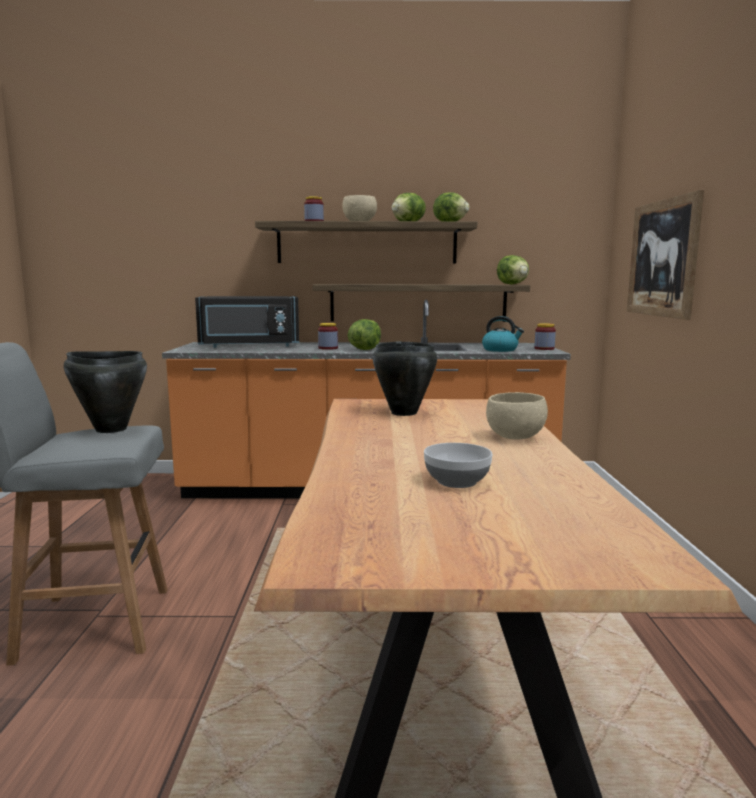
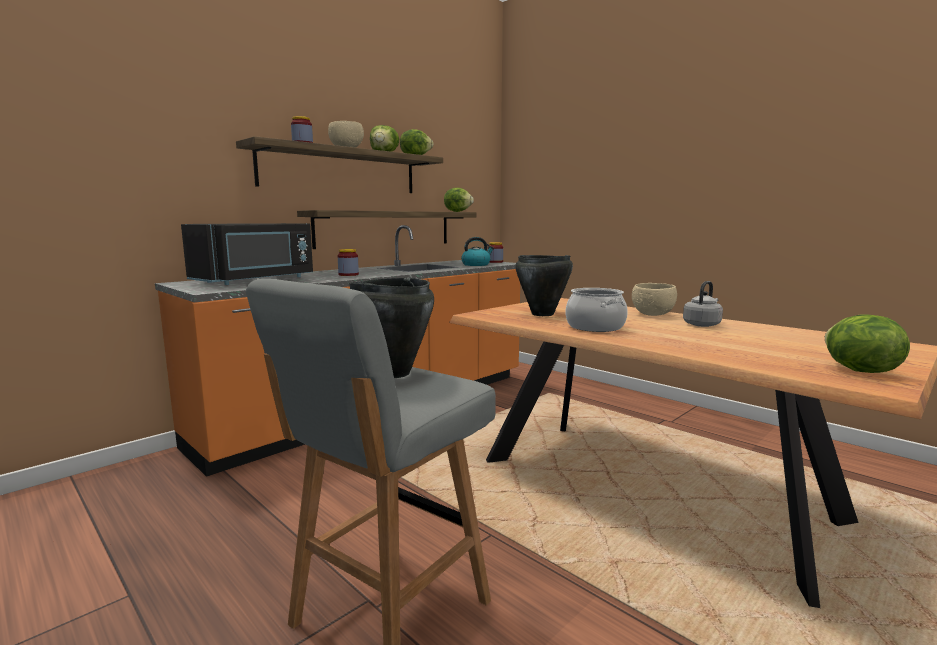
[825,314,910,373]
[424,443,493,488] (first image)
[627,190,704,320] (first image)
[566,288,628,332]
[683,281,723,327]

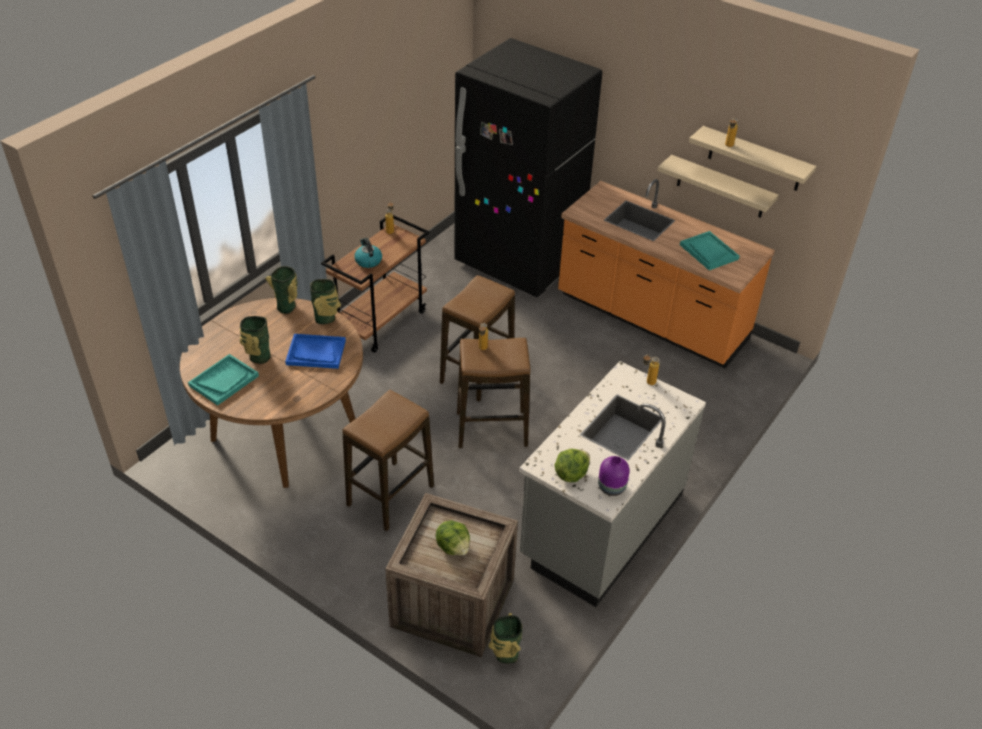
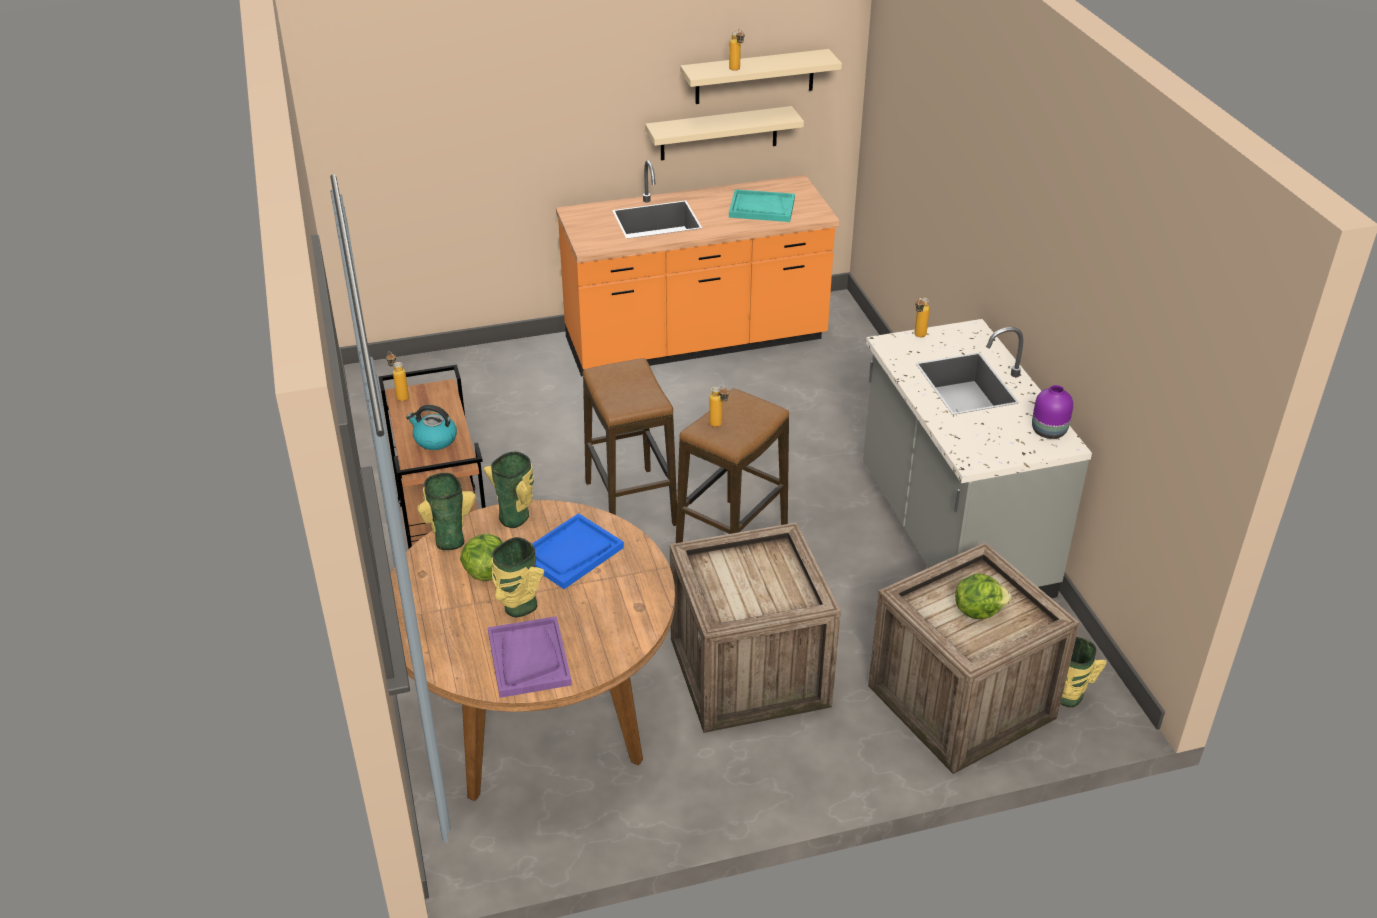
[488,616,572,698]
[670,522,841,733]
[455,38,602,297] (first image)
[460,533,503,581]

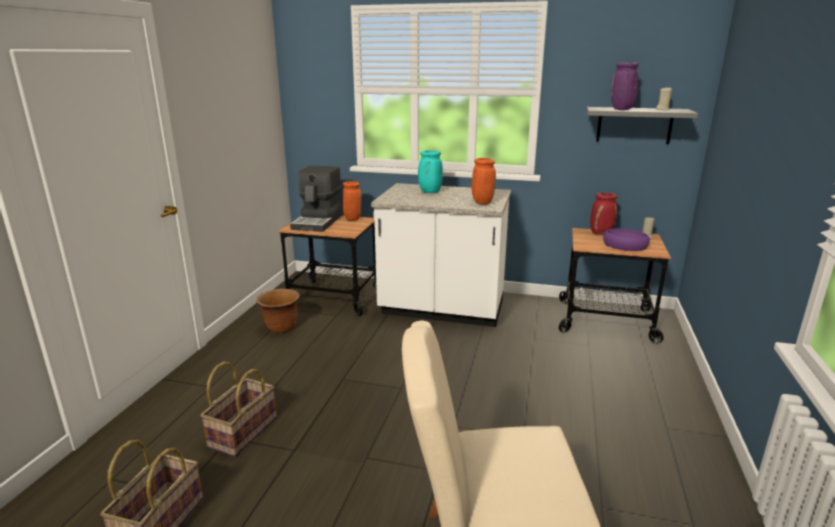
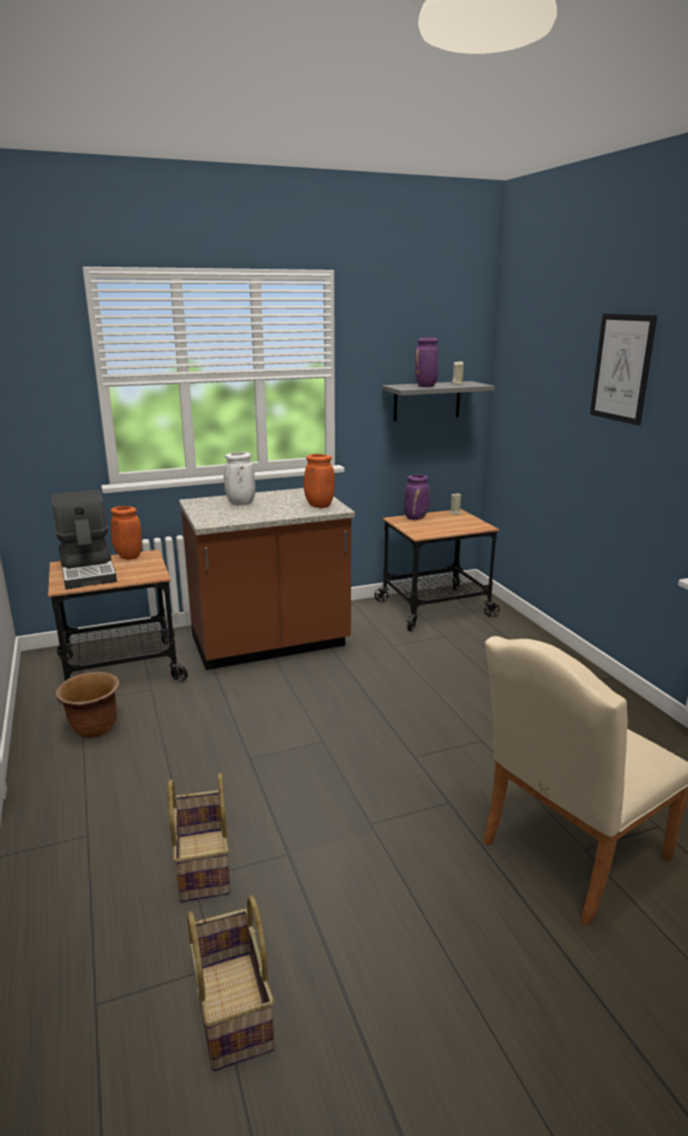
[179,488,355,670]
[224,452,256,505]
[404,474,430,520]
[603,229,650,251] (first image)
[590,314,657,425]

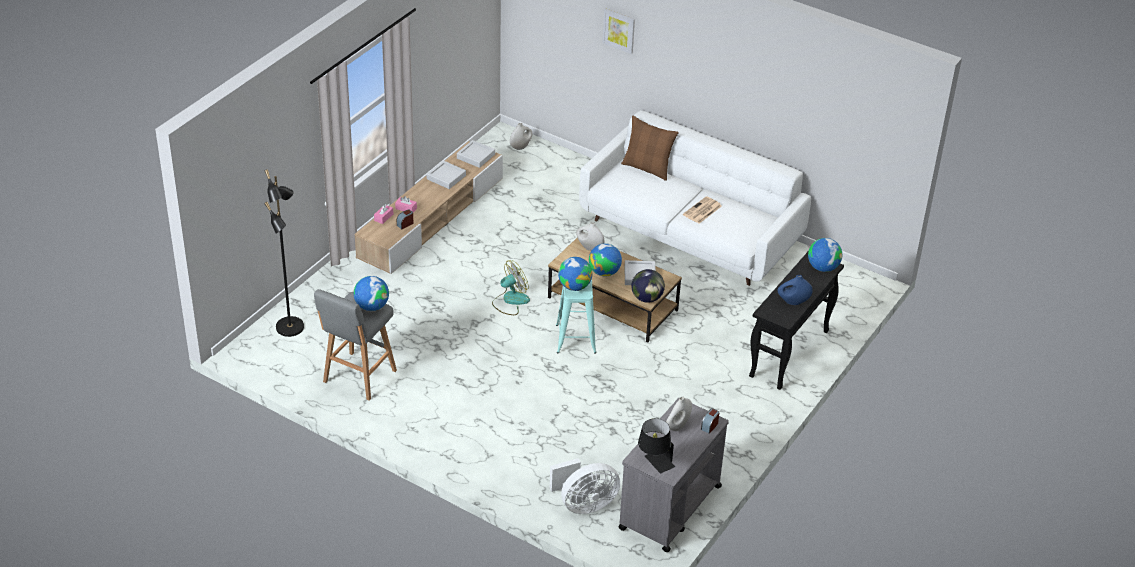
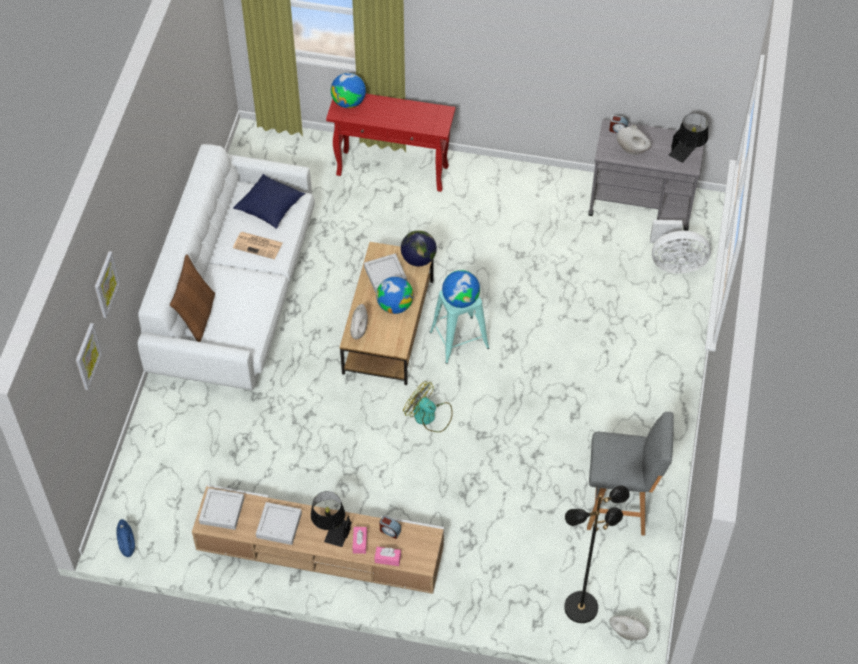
[354,276,389,311] (first image)
[609,616,648,640]
[650,220,711,273]
[326,94,455,192]
[116,519,135,557]
[76,323,102,390]
[233,174,305,229]
[311,491,352,547]

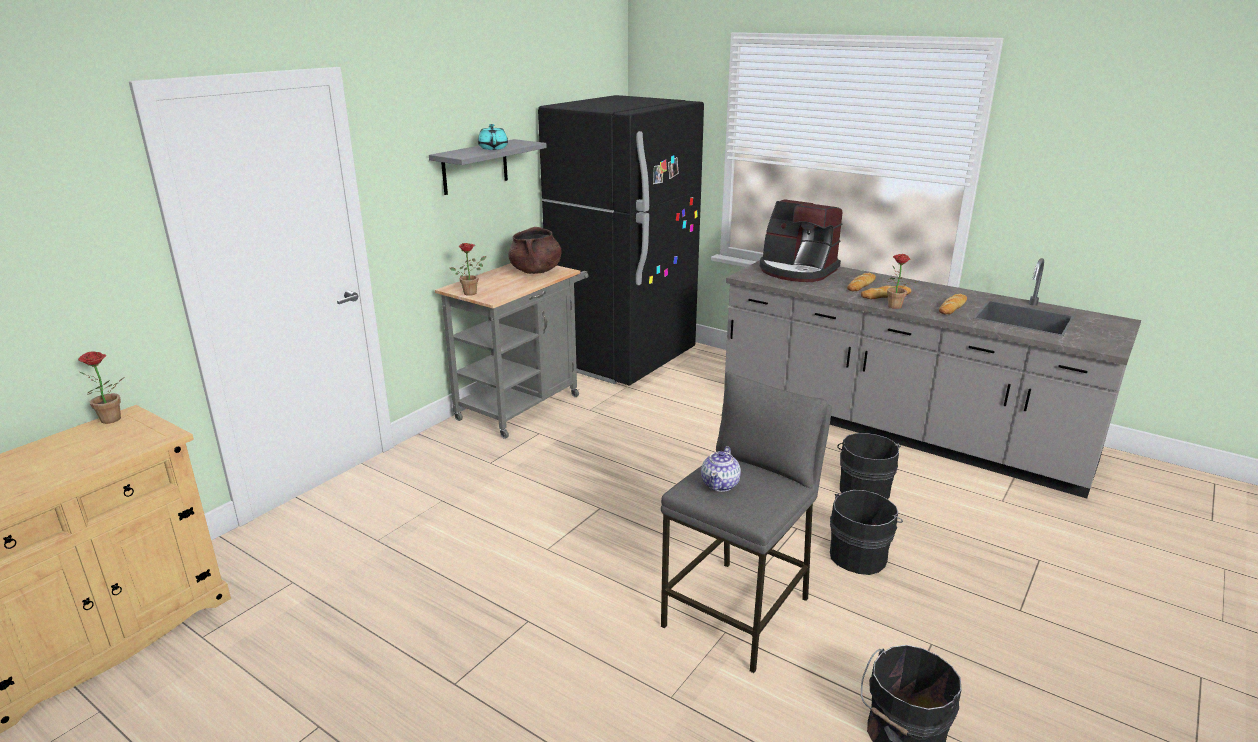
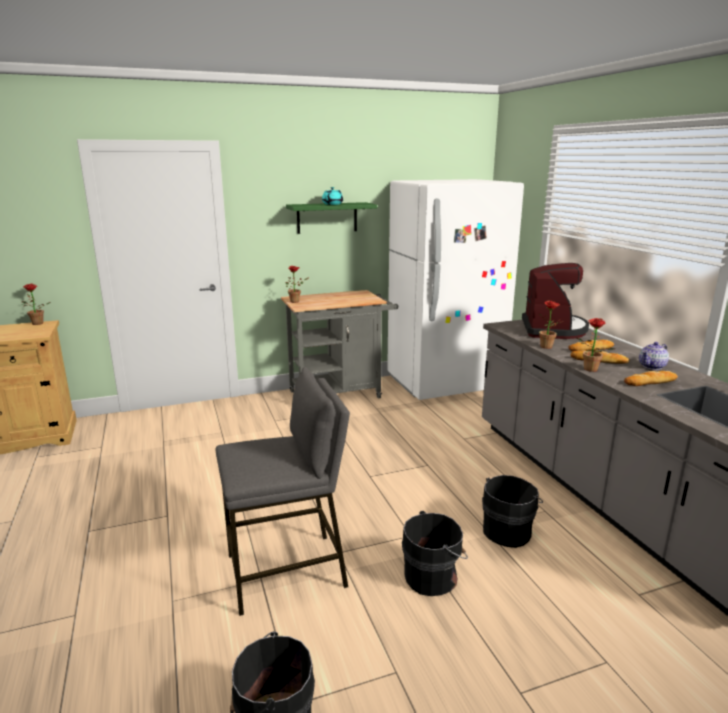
[286,202,377,234]
[508,227,562,274] (first image)
[387,179,524,400]
[639,342,669,370]
[522,263,589,339]
[539,301,564,349]

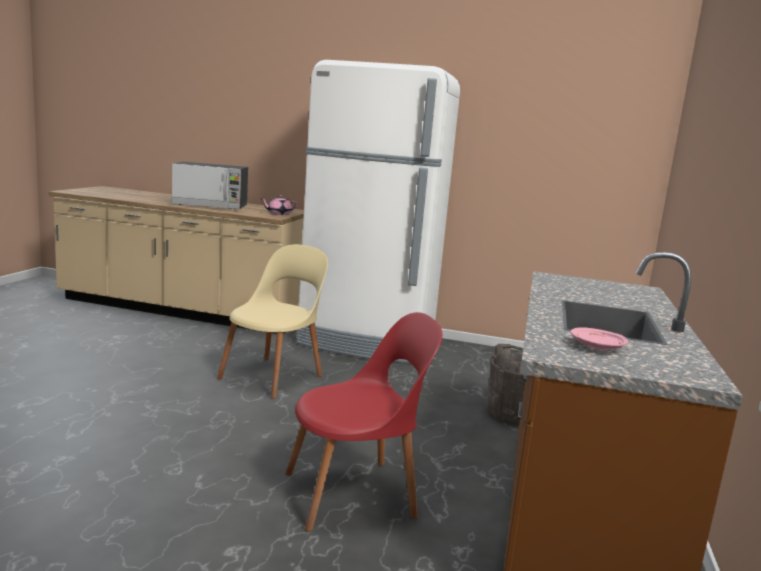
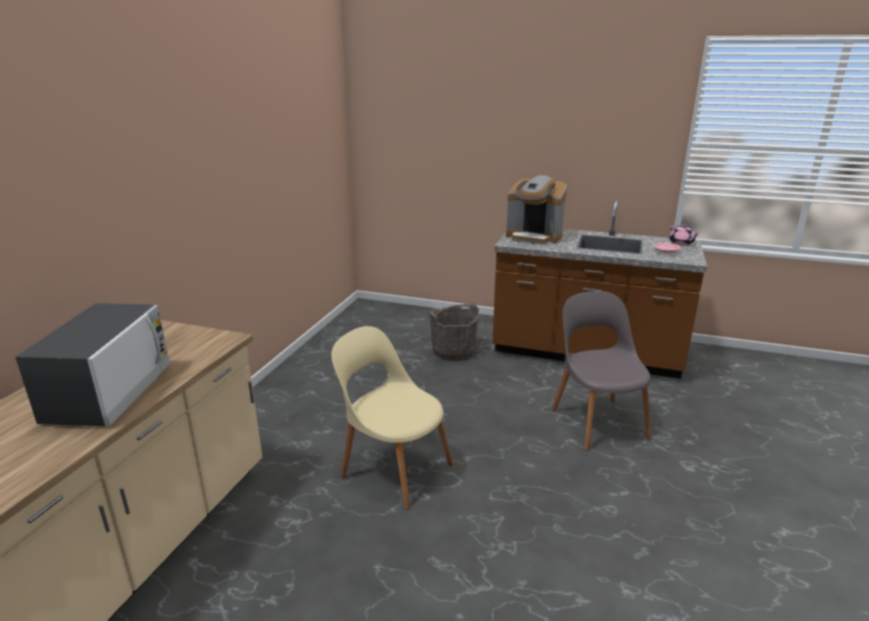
[669,224,698,245]
[552,291,651,451]
[297,60,460,363] (first image)
[506,175,567,245]

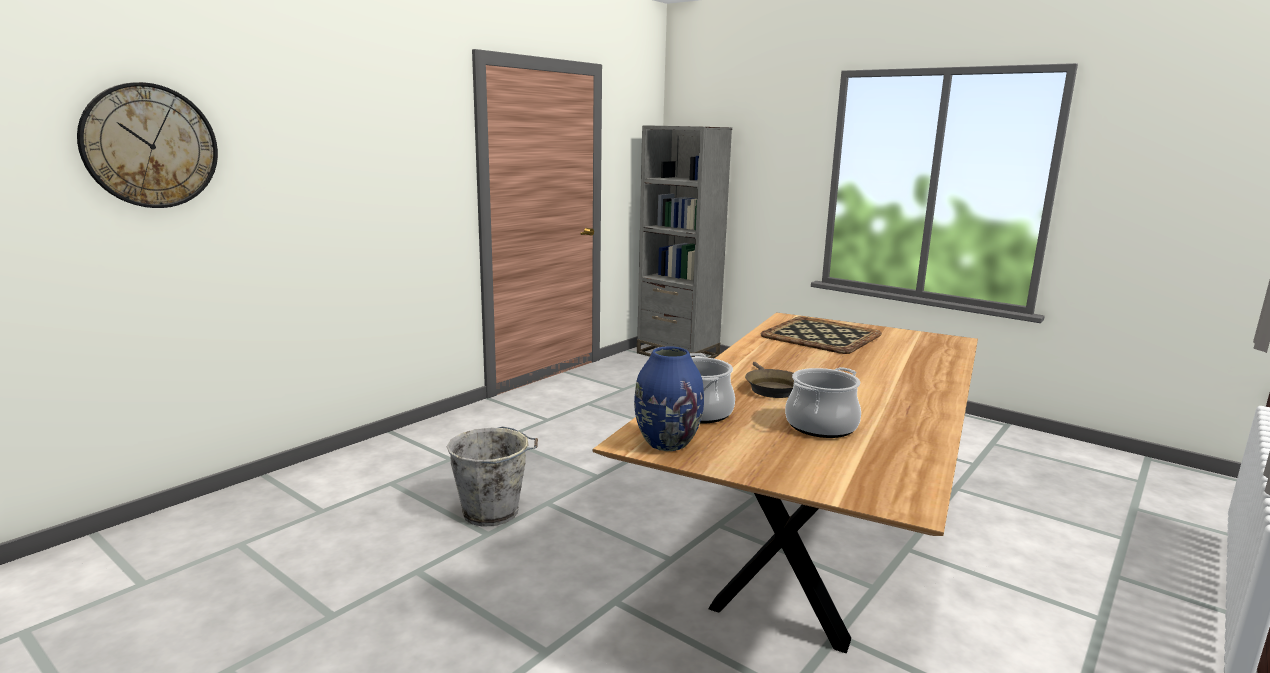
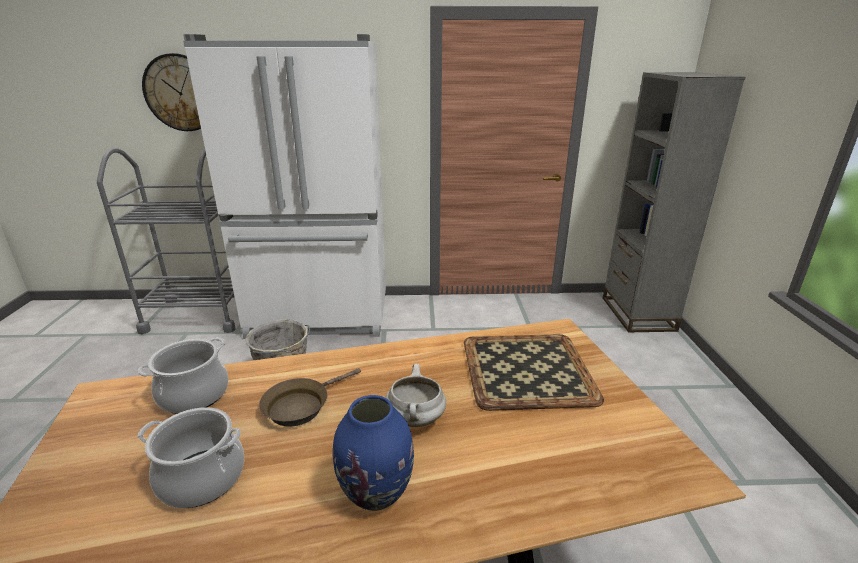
[333,395,414,511]
[97,148,235,334]
[183,34,386,339]
[385,364,446,427]

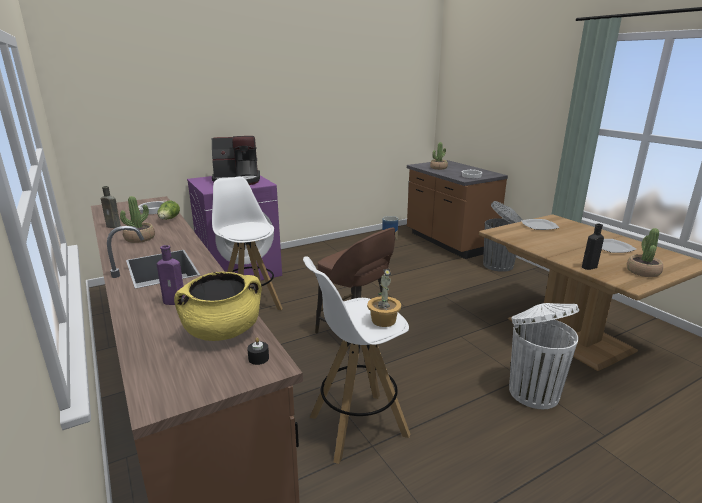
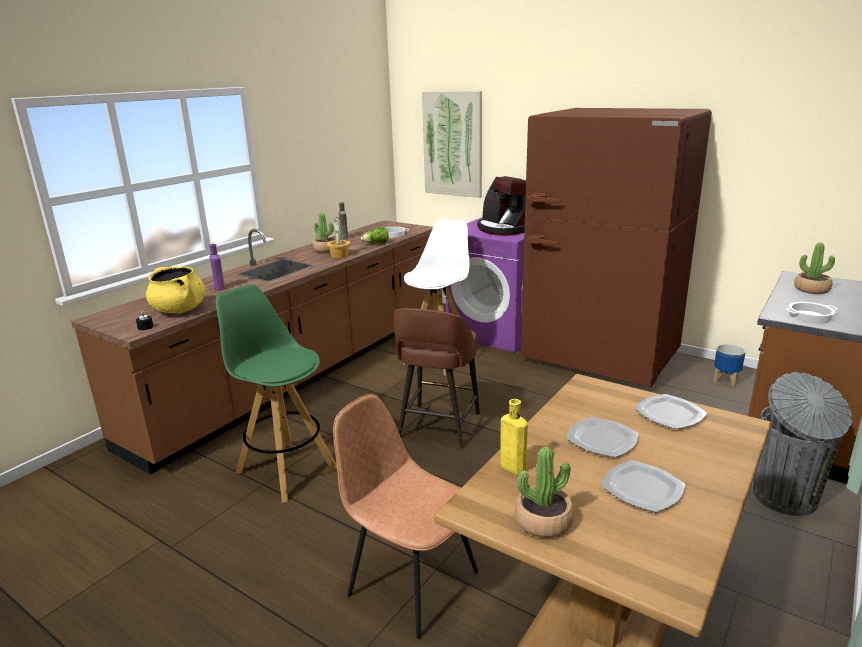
[216,284,337,503]
[327,217,350,258]
[333,394,478,639]
[500,399,528,475]
[422,91,482,198]
[521,108,712,388]
[566,417,639,457]

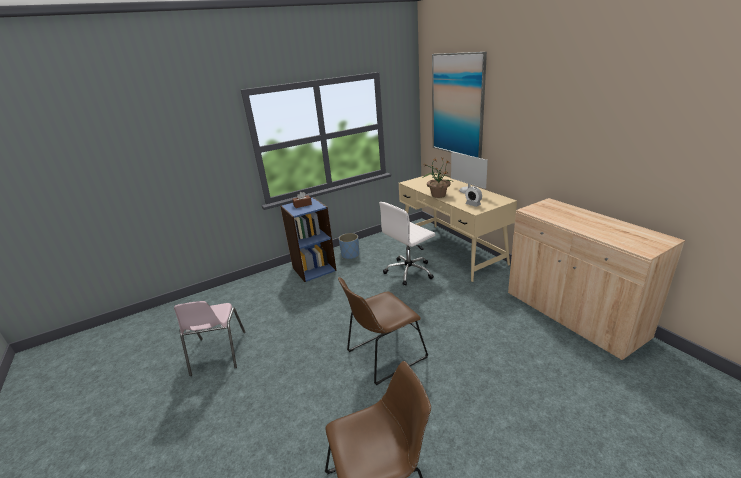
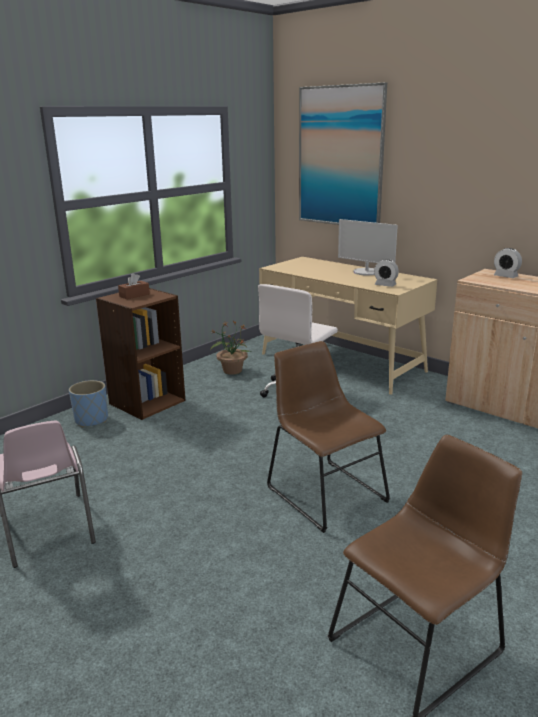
[96,288,186,420]
[267,341,390,533]
[69,380,108,427]
[210,321,251,375]
[494,248,522,278]

